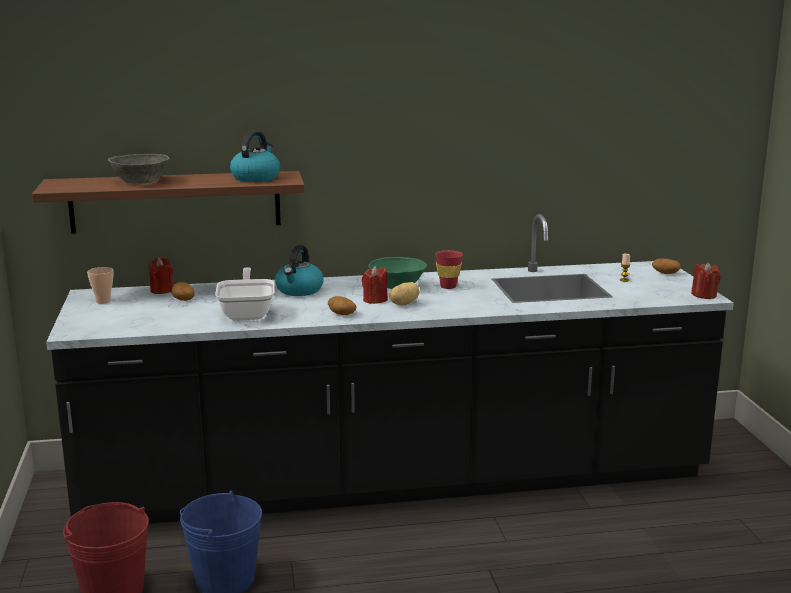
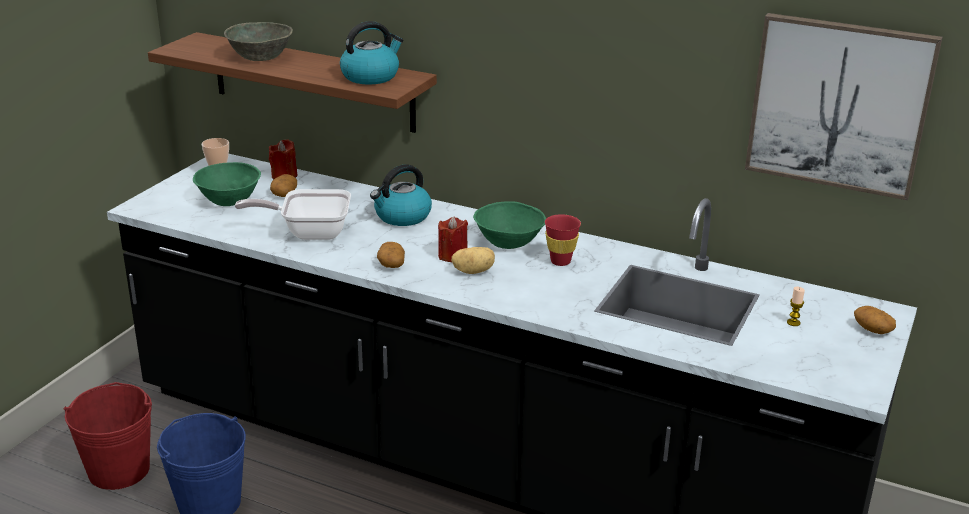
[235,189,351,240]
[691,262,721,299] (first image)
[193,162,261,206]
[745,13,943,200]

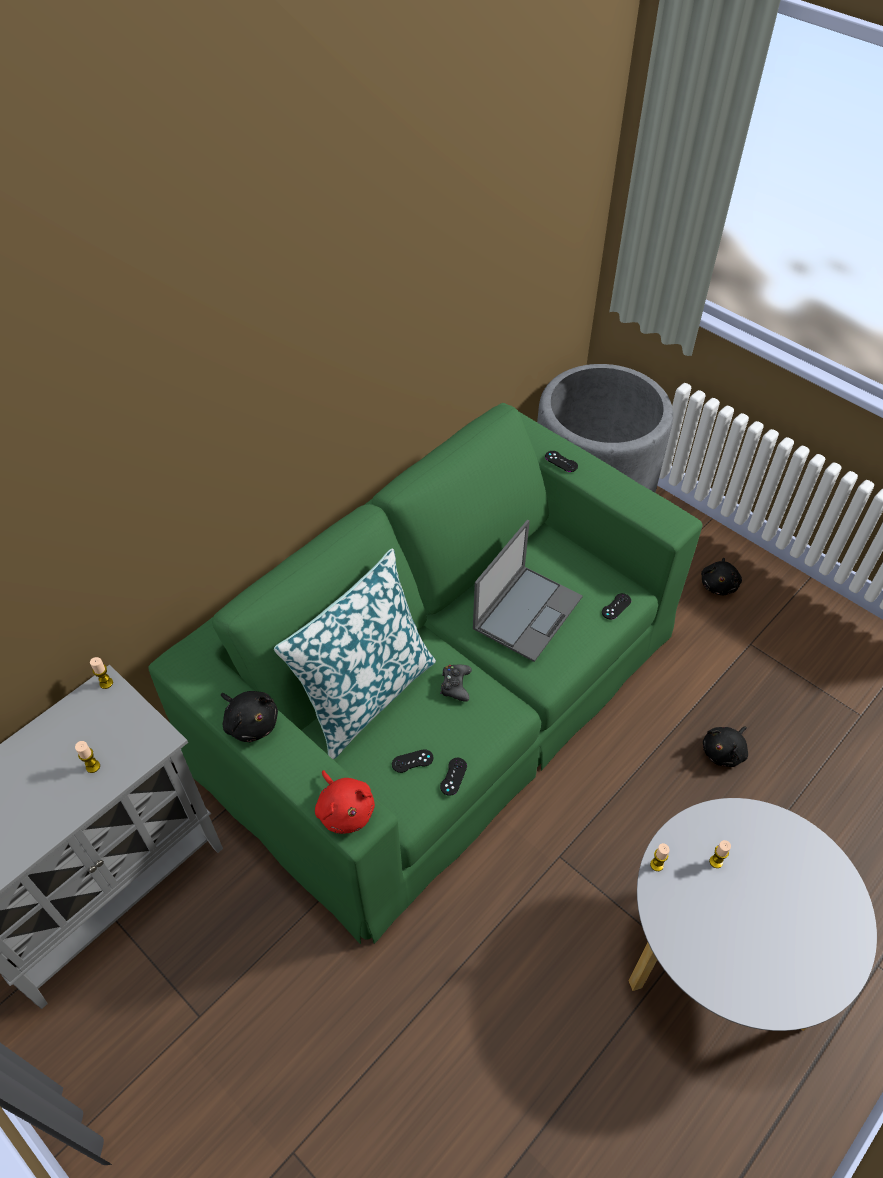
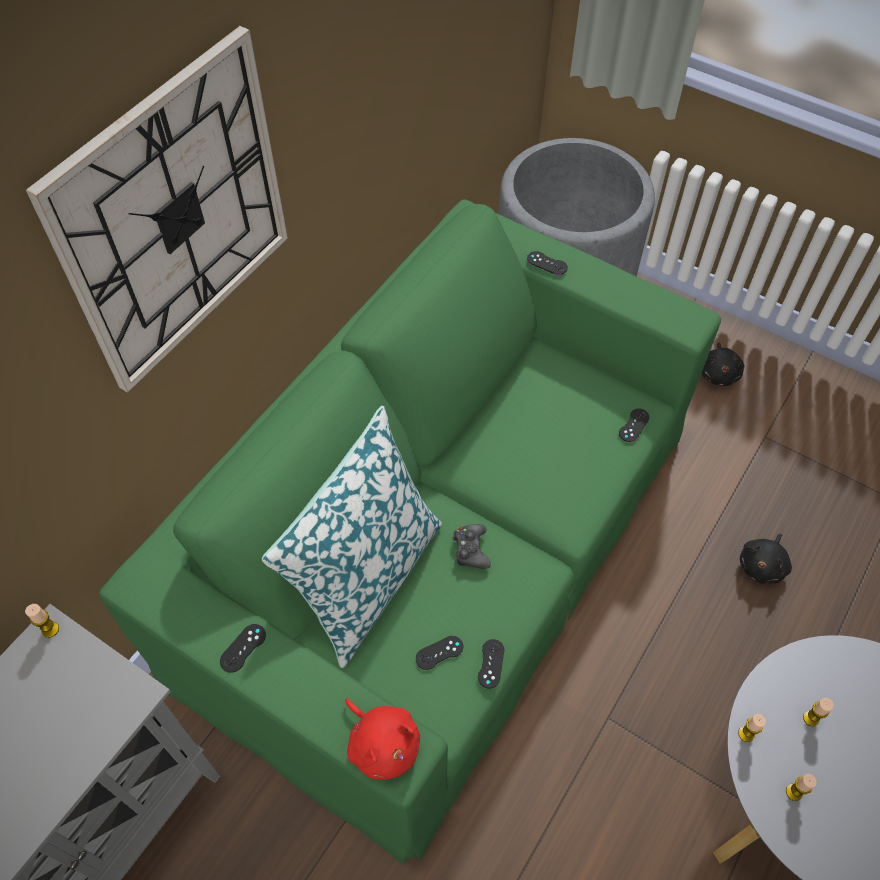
[786,774,817,801]
[220,624,266,673]
[473,520,583,662] (first image)
[26,26,288,392]

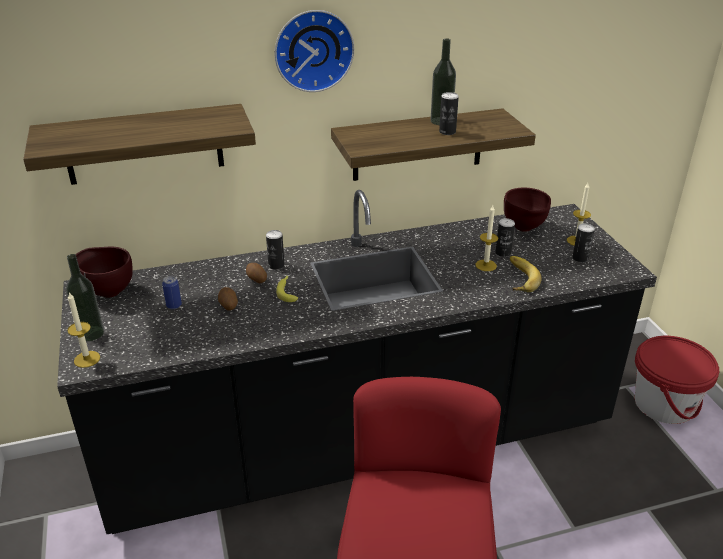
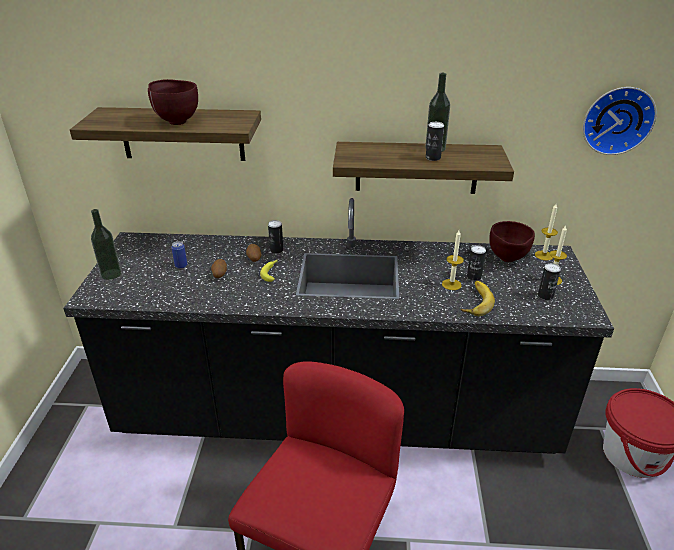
[535,204,558,261]
[148,79,198,125]
[583,87,657,155]

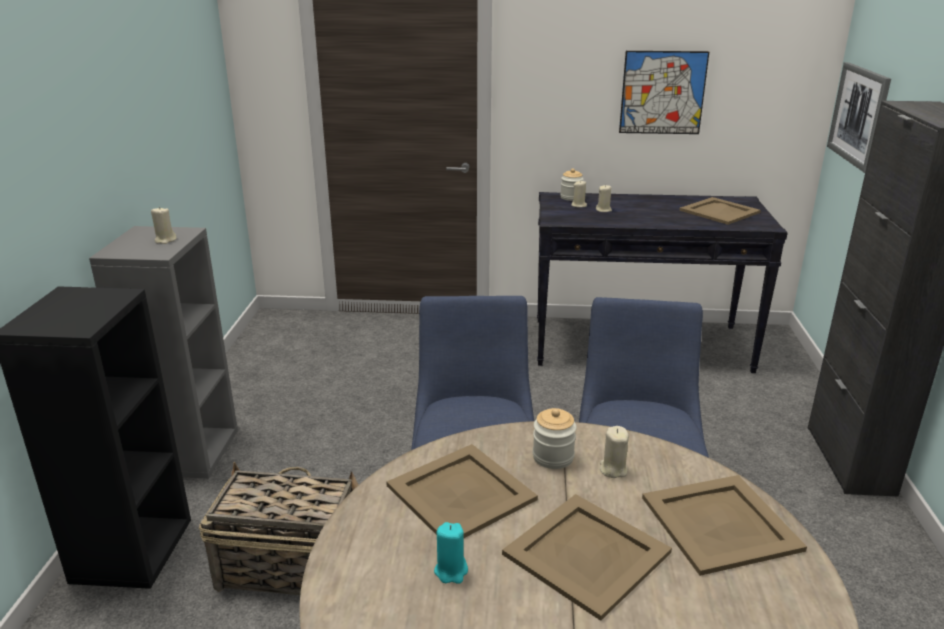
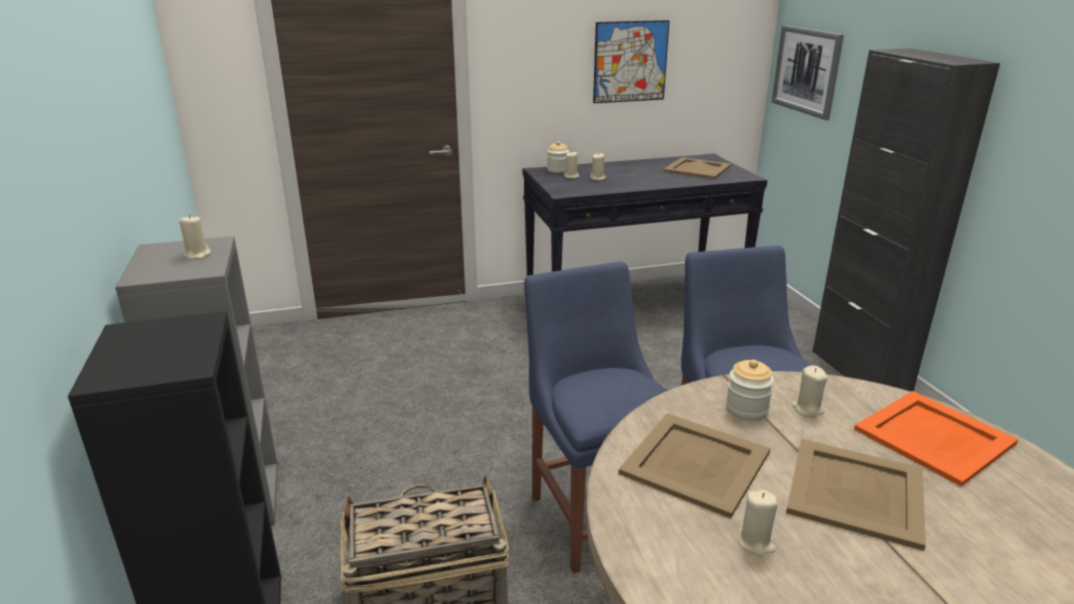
[737,489,778,556]
[854,391,1018,487]

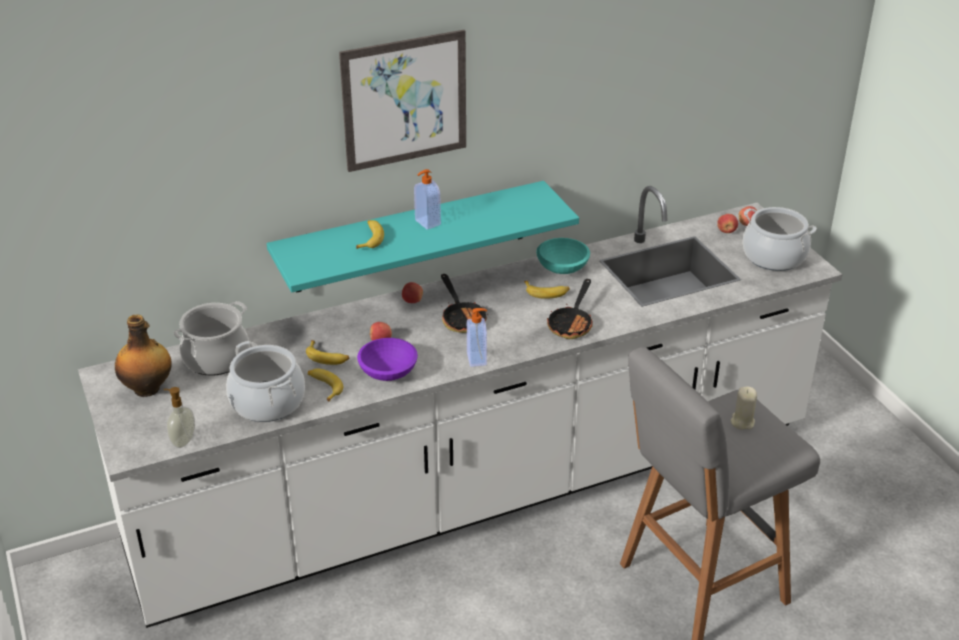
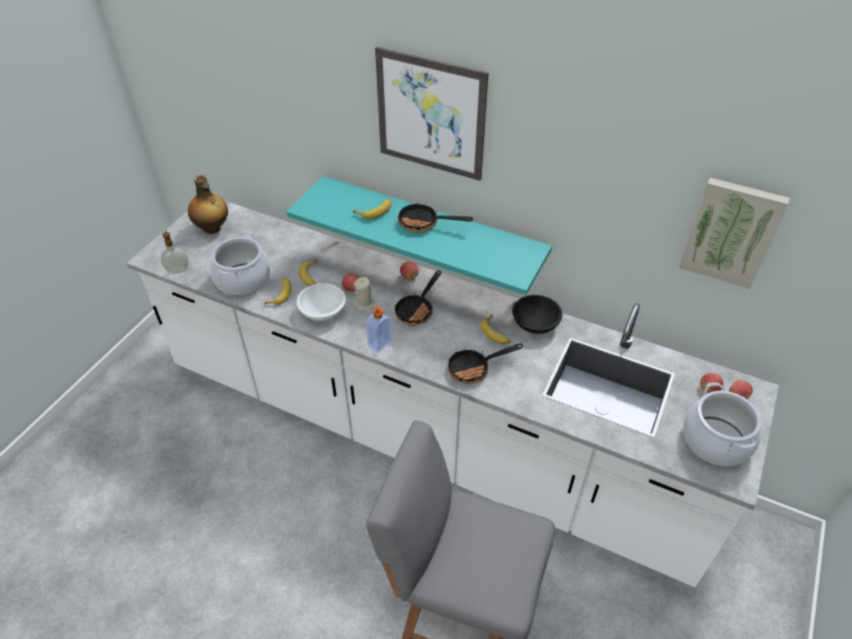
[174,301,250,376] (first image)
[297,283,346,321]
[397,198,473,233]
[512,295,563,334]
[354,277,374,311]
[679,178,790,289]

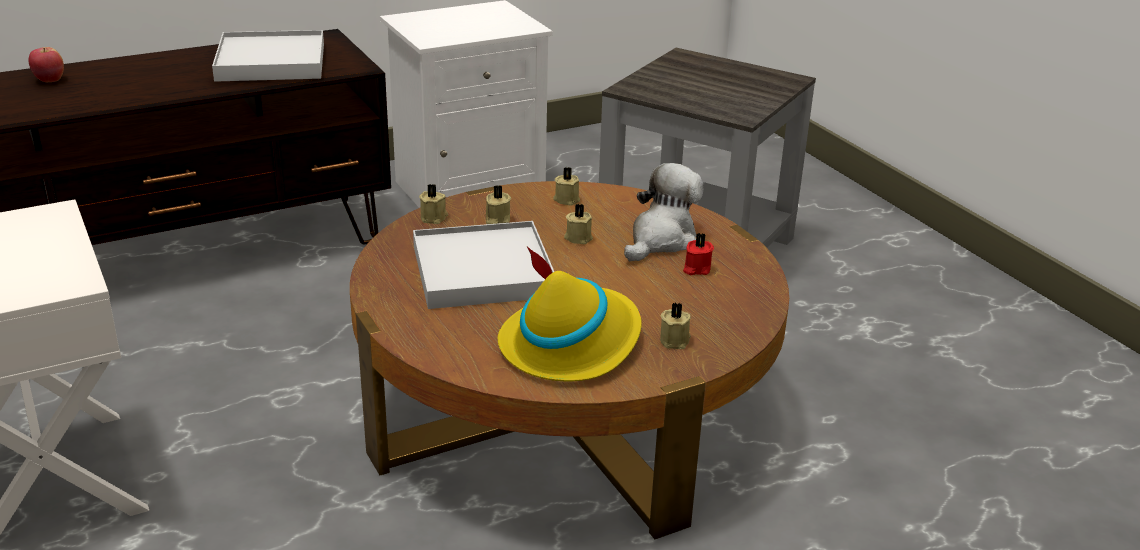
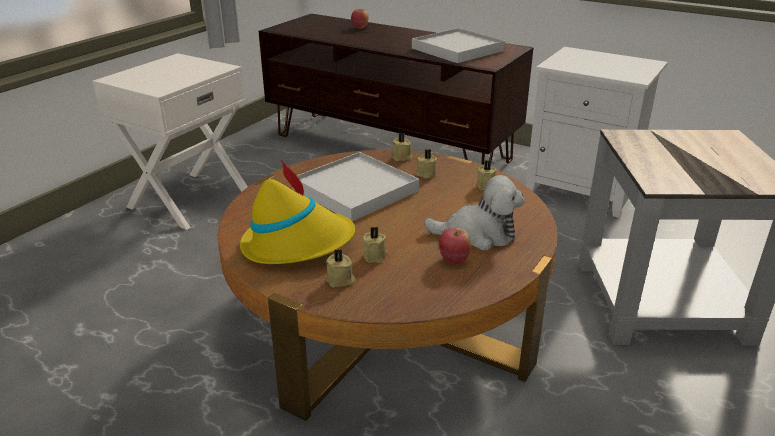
[363,227,388,263]
[439,228,471,264]

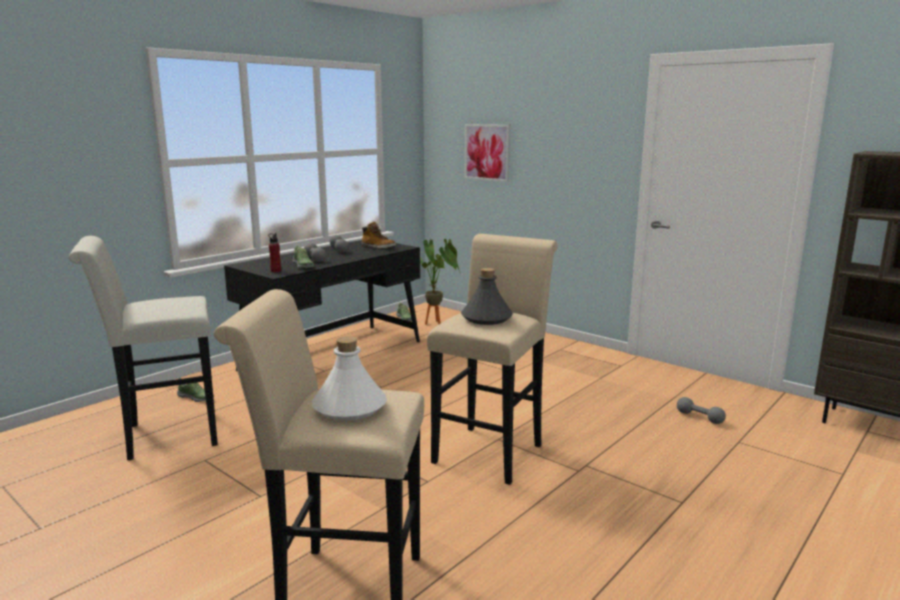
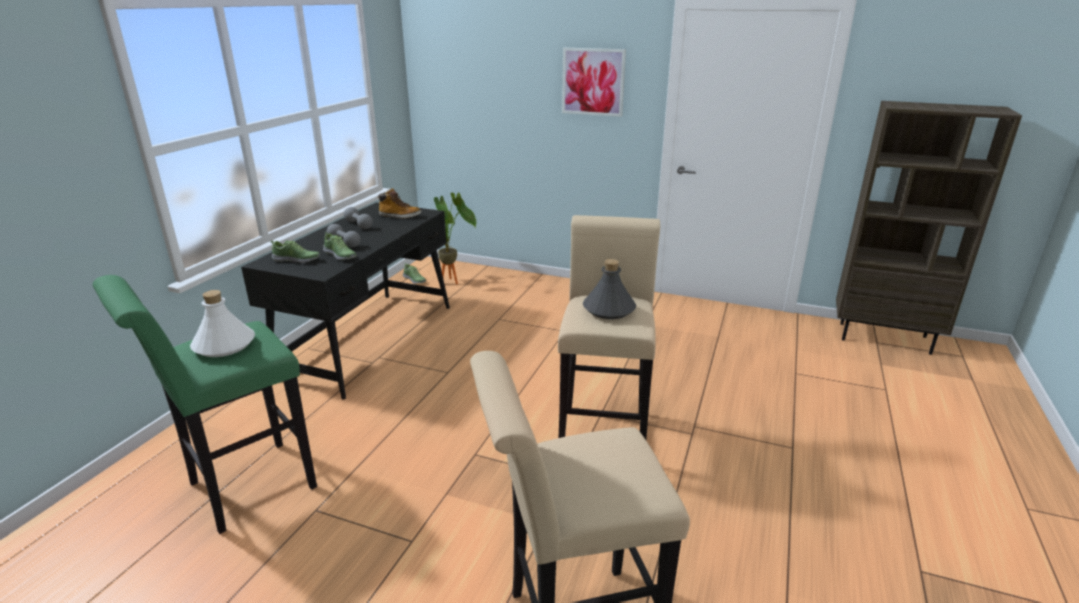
[93,275,317,534]
[270,240,320,263]
[268,233,281,273] (first image)
[190,290,255,357]
[562,48,626,117]
[677,397,726,424] (first image)

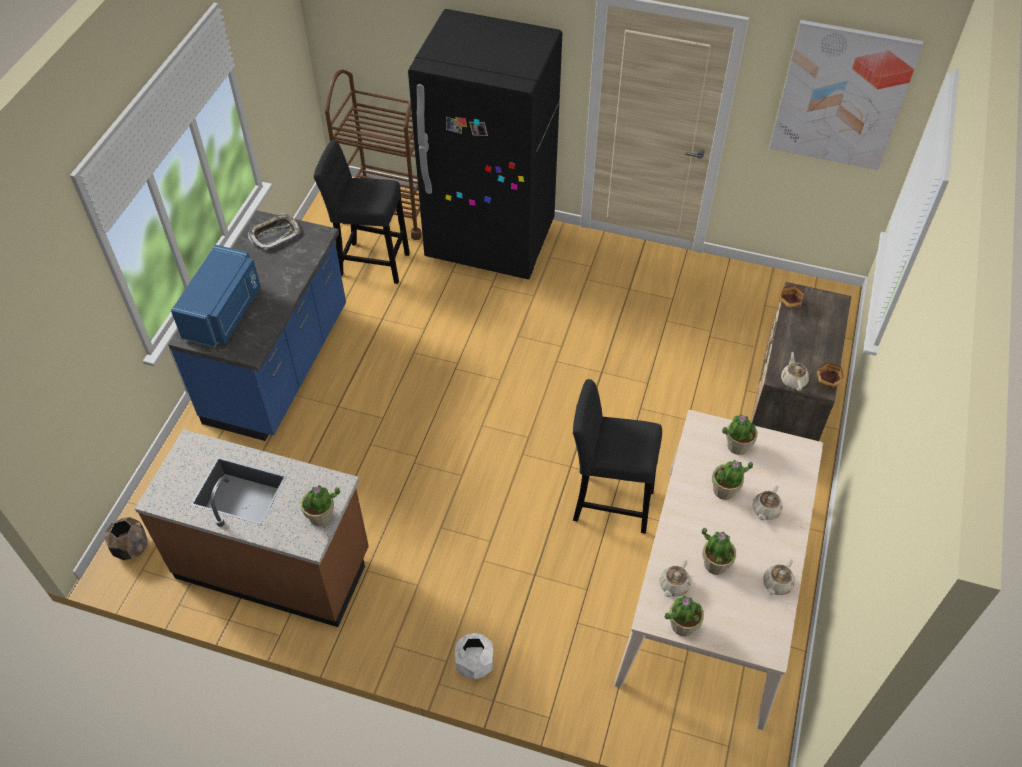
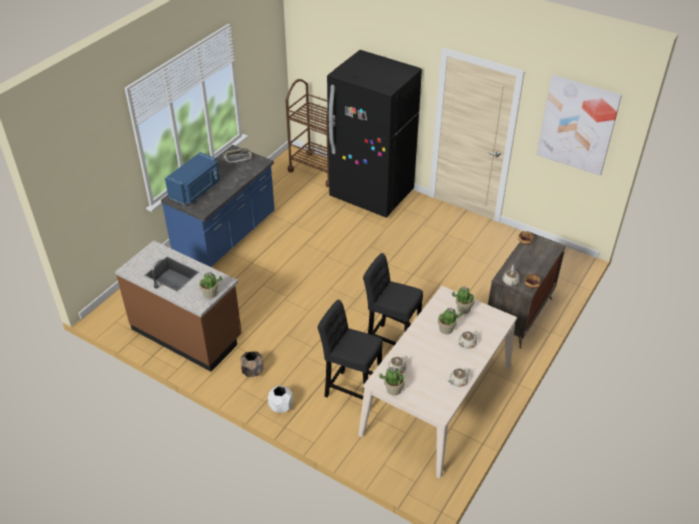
[240,351,264,377]
[317,300,383,400]
[702,528,736,575] (first image)

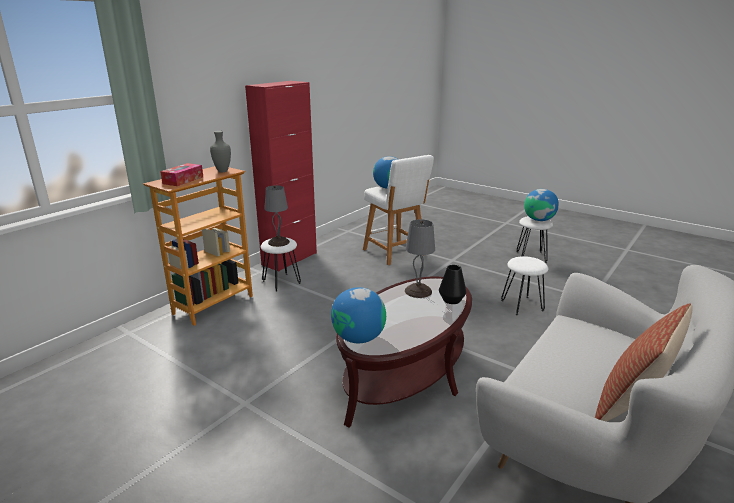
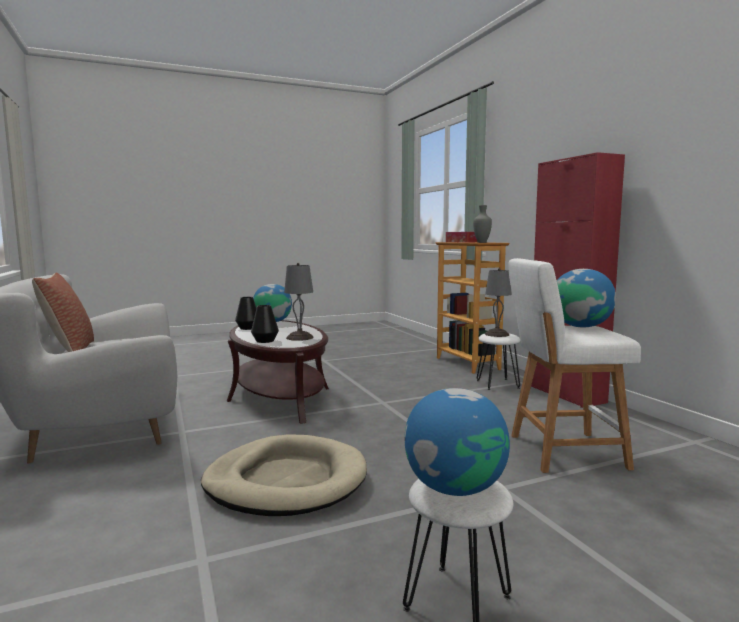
[201,434,367,516]
[235,297,256,330]

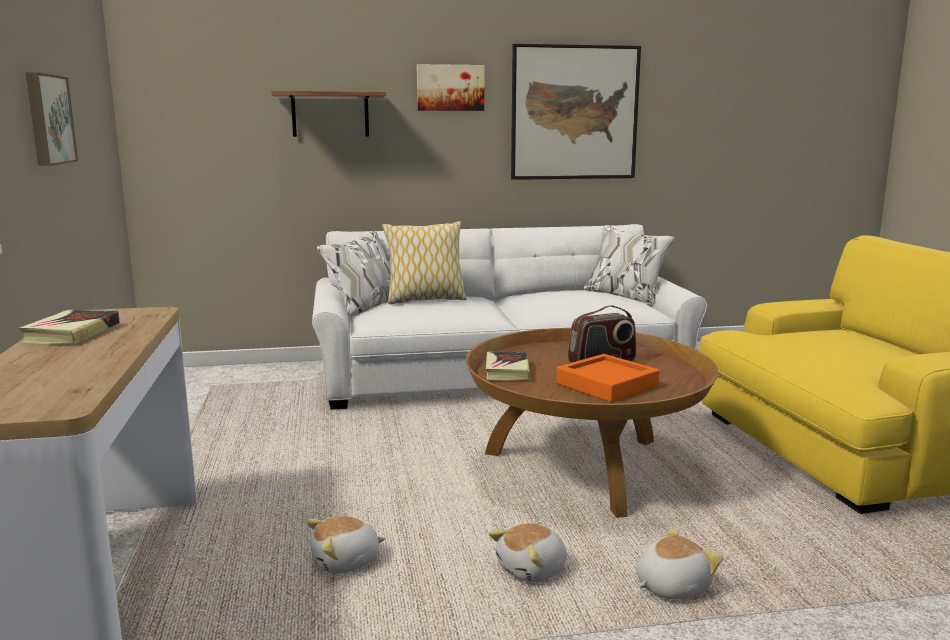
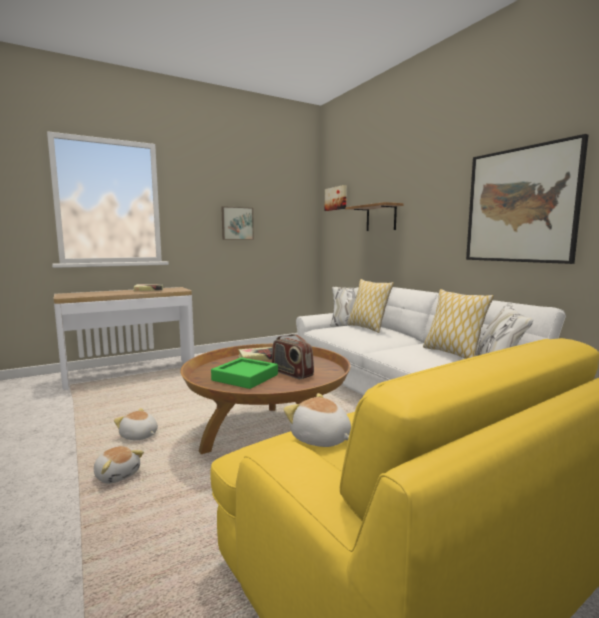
[283,393,351,447]
[325,185,347,211]
[211,357,278,389]
[423,289,494,359]

